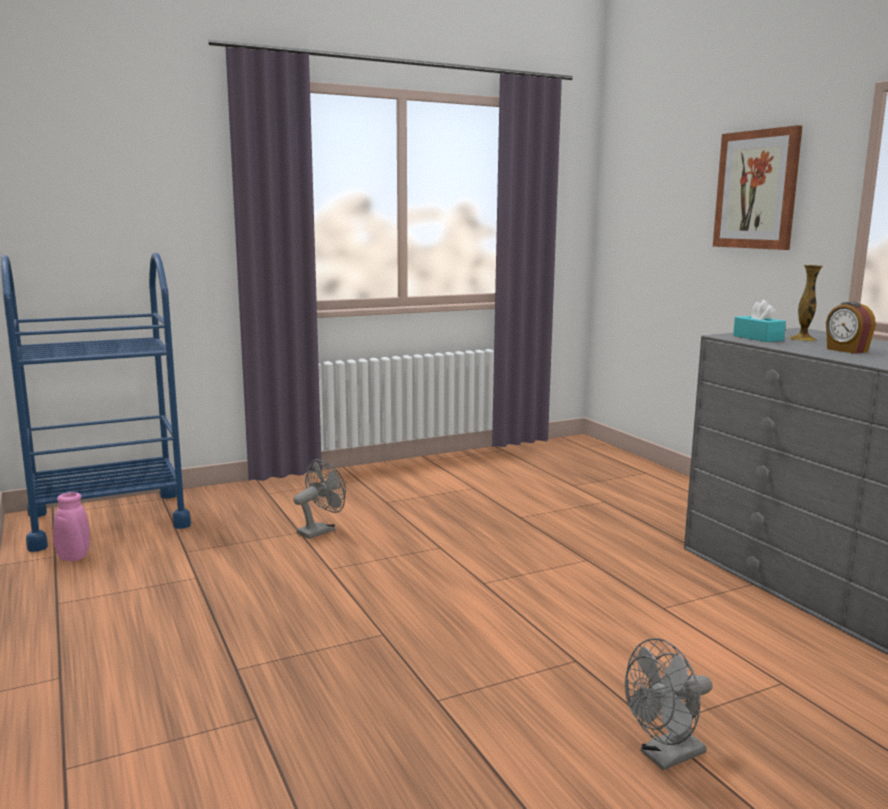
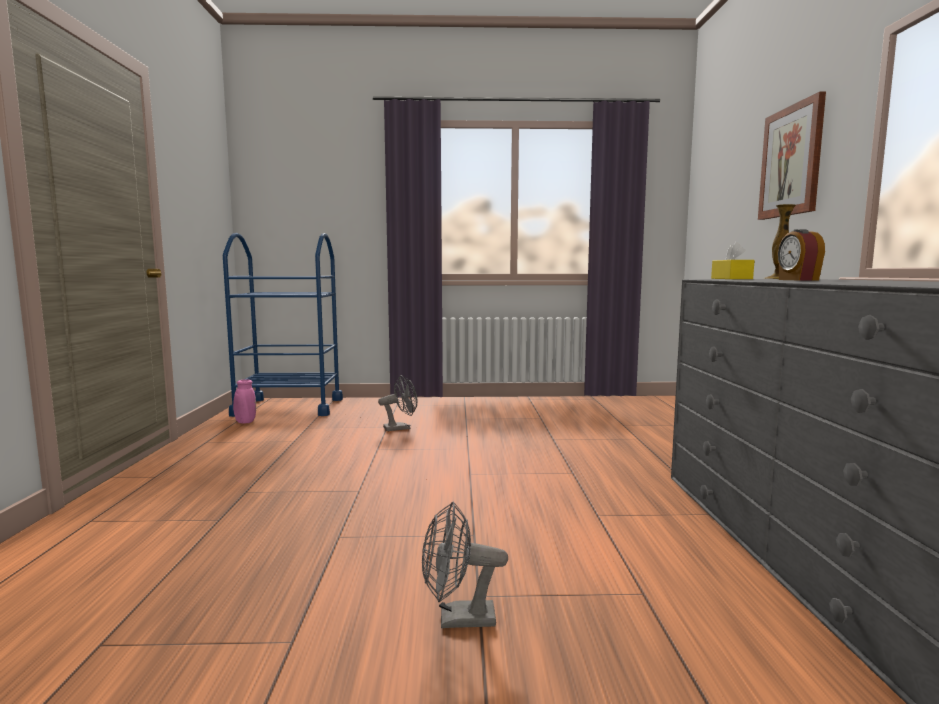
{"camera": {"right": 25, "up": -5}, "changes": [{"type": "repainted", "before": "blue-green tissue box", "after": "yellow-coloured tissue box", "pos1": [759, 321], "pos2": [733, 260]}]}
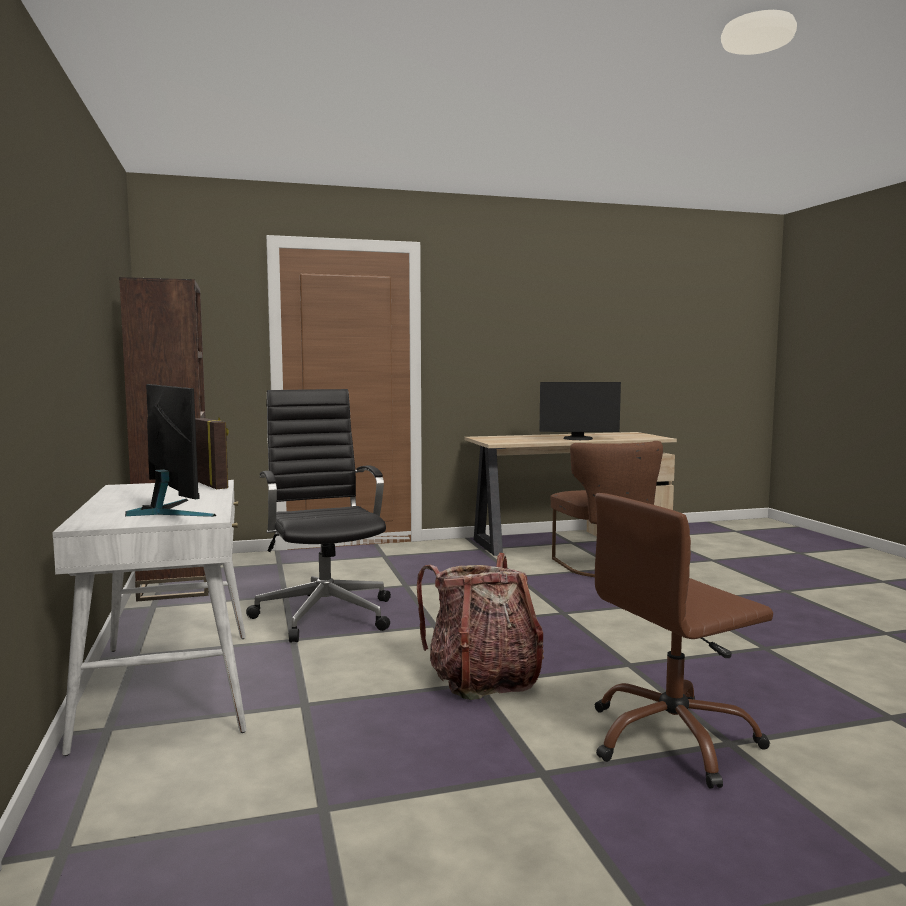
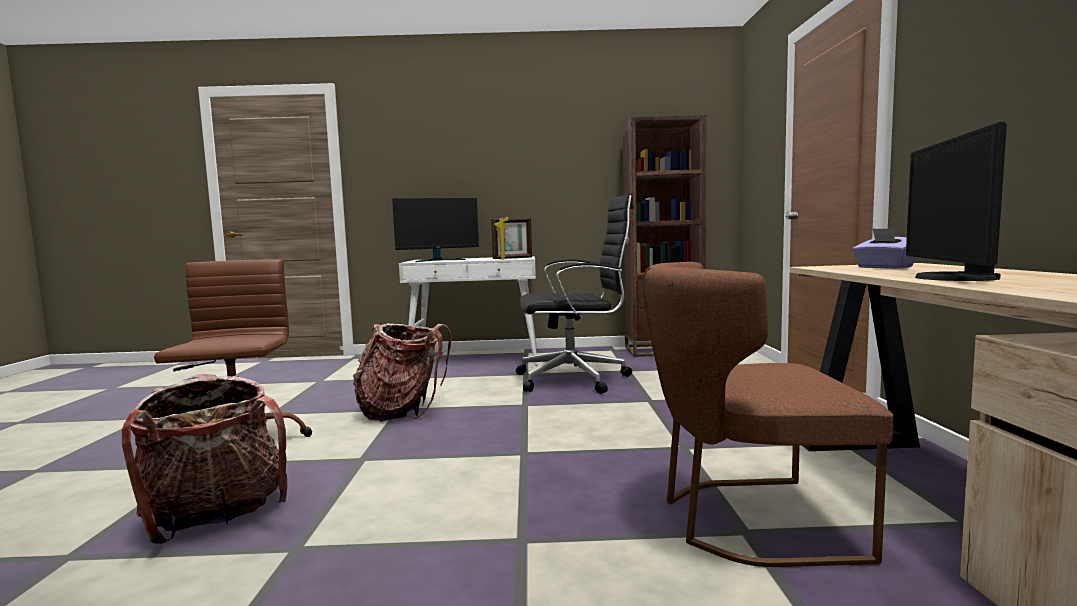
{"camera": {"right": 105, "up": 0}, "changes": [{"type": "new", "after": "purple-coloured tissue box", "pos2": [884, 248]}, {"type": "new", "after": "backpack", "pos2": [204, 459]}]}
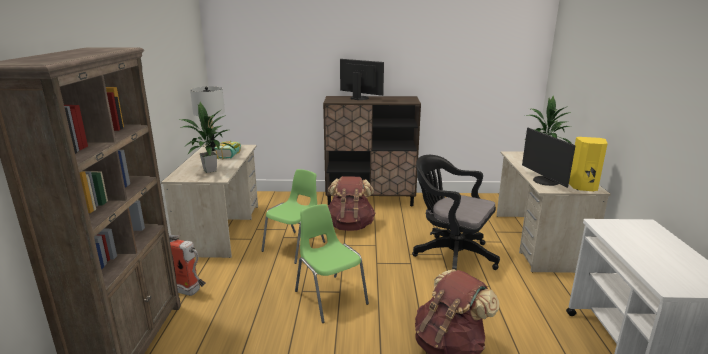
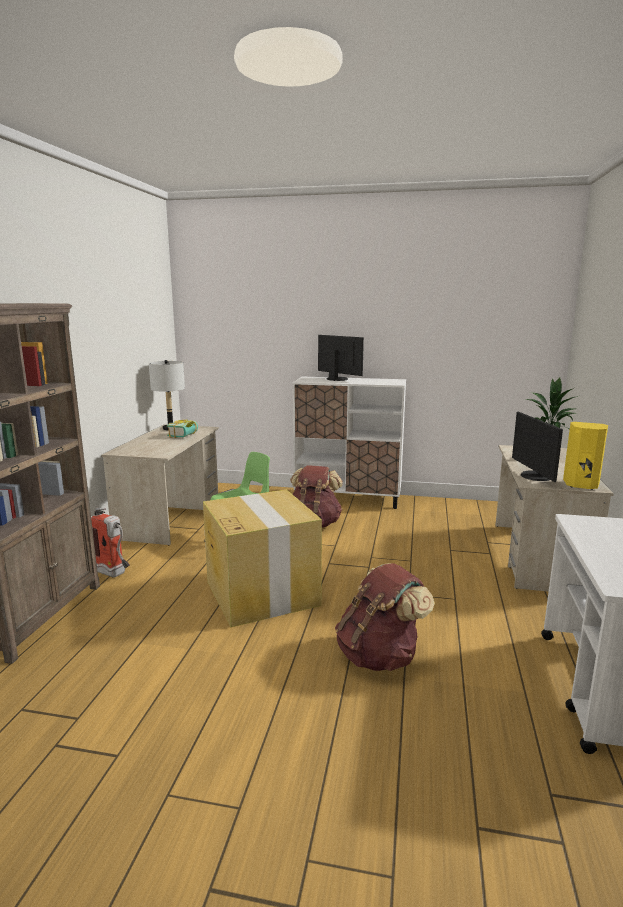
{"camera": {"right": 10, "up": -5}, "changes": [{"type": "repainted", "before": "brownish cupboard", "after": "white cupboard", "pos1": [372, 151], "pos2": [349, 443]}, {"type": "gone", "before": "houseplant", "pos1": [206, 137]}, {"type": "gone", "before": "blackish desk chair", "pos1": [456, 212]}, {"type": "swapped", "before": "green-coloured chair", "after": "packing box", "pos1": [332, 263], "pos2": [262, 558]}]}
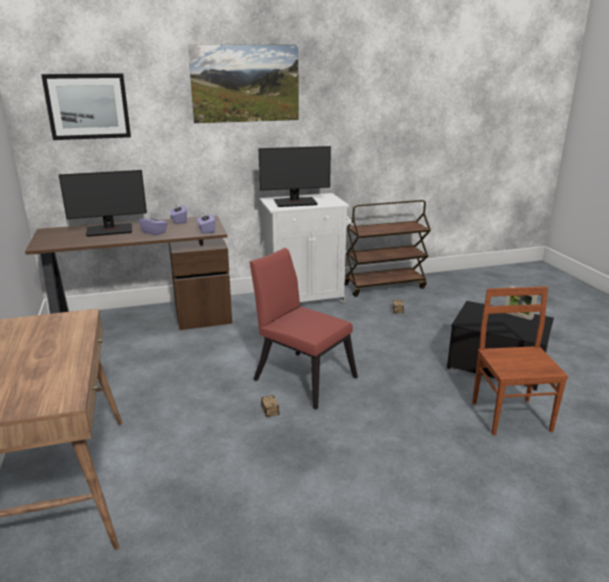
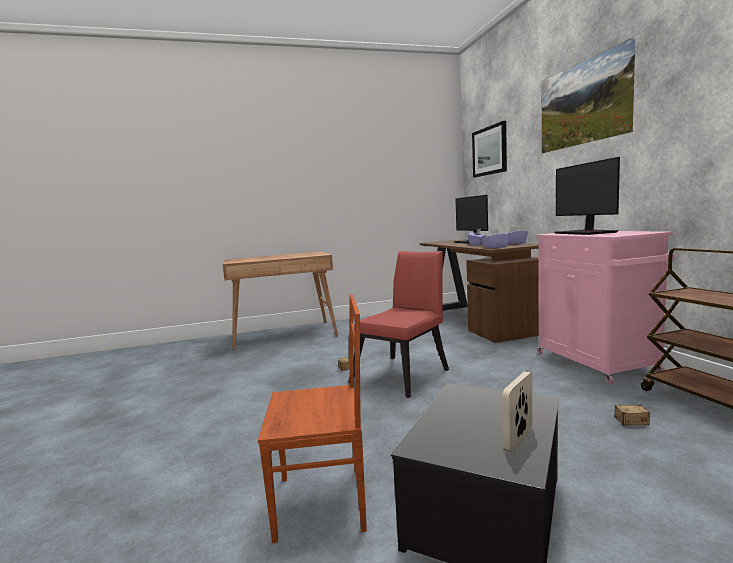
{"camera": {"right": 90, "up": -15}, "changes": [{"type": "repainted", "before": "white cupboard", "after": "pink-coloured cupboard", "pos1": [305, 248], "pos2": [605, 307]}]}
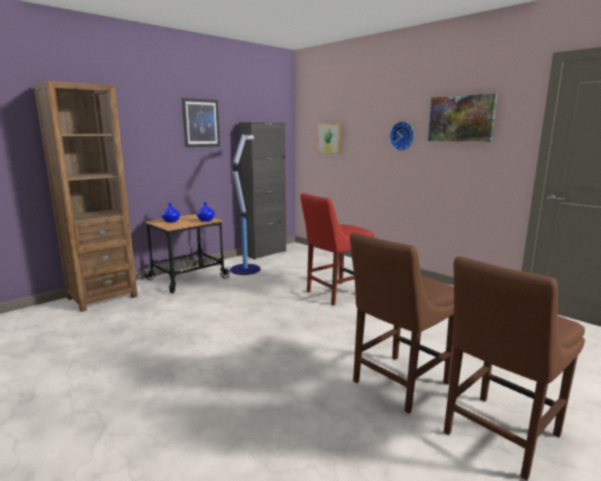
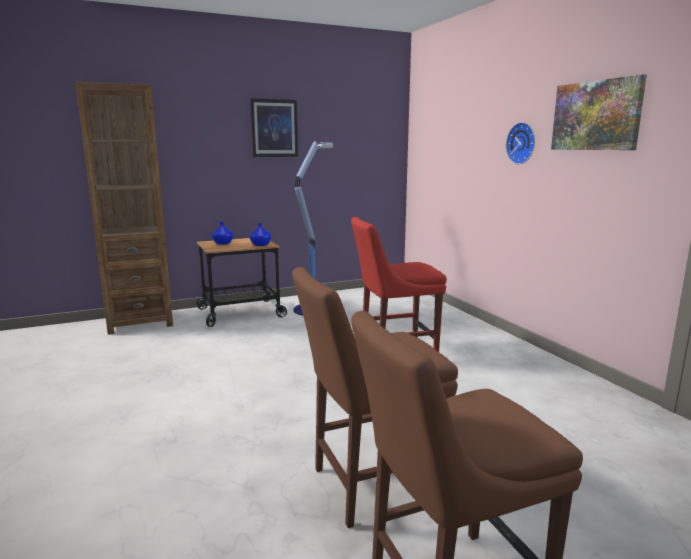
{"camera": {"right": 20, "up": 0}, "changes": [{"type": "gone", "before": "blackish cupboard", "pos1": [262, 190]}, {"type": "gone", "before": "picture", "pos1": [330, 139]}]}
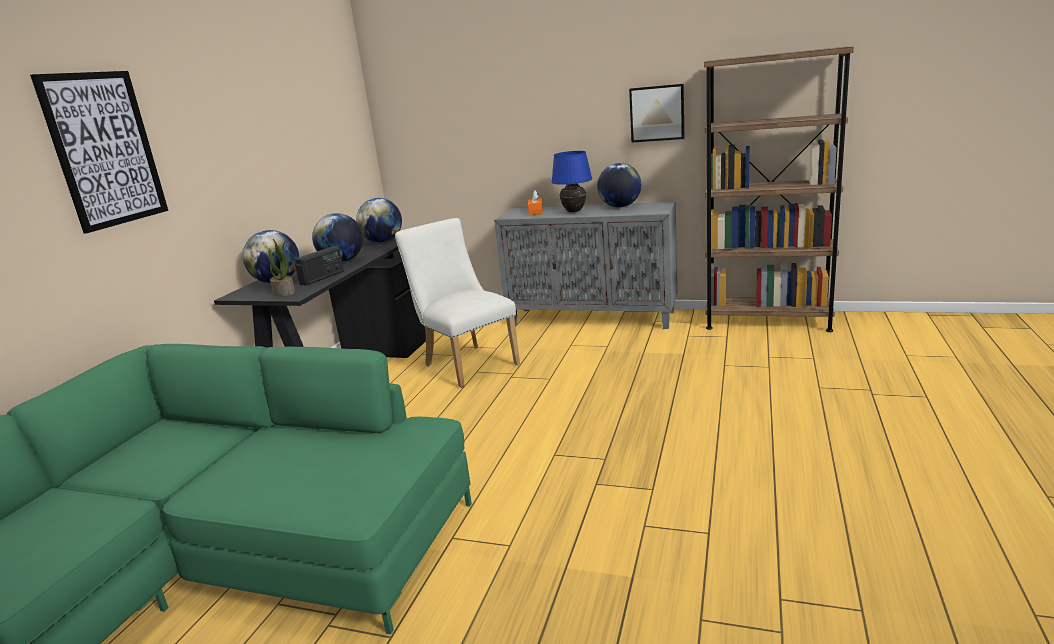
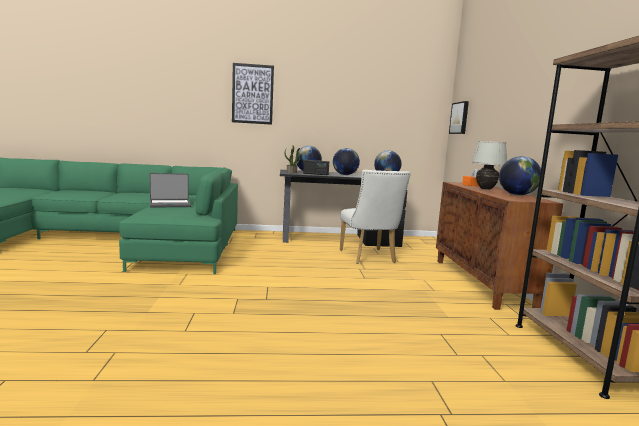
{"camera": {"right": 65, "up": -10}, "changes": [{"type": "shifted", "before": "picture", "pos1": [656, 113], "pos2": [459, 117]}, {"type": "repainted", "before": "blue lamp for a table", "after": "white lamp for a table", "pos1": [571, 181], "pos2": [489, 165]}, {"type": "repainted", "before": "gray cupboard", "after": "brownish cupboard", "pos1": [585, 265], "pos2": [499, 246]}, {"type": "rotated", "before": "white chair", "pos1": [457, 303], "pos2": [375, 217], "turn": 135}, {"type": "new", "after": "notebook computer", "pos2": [170, 190]}]}
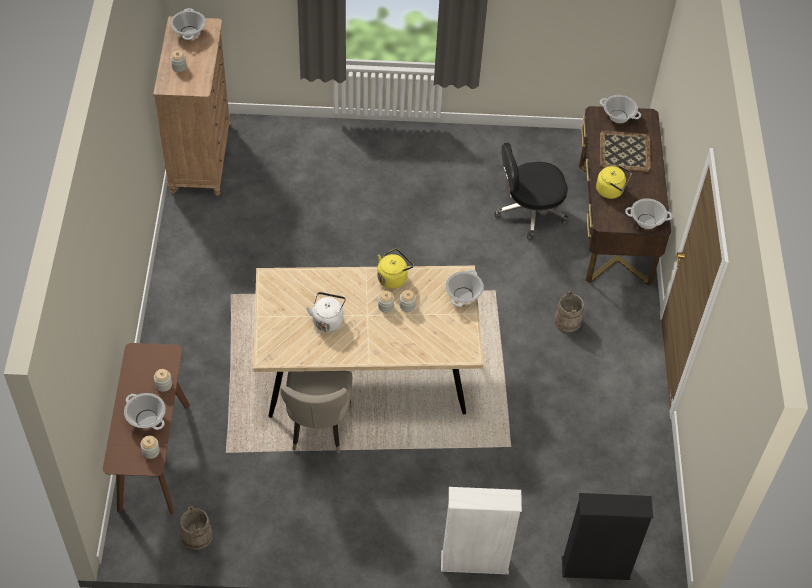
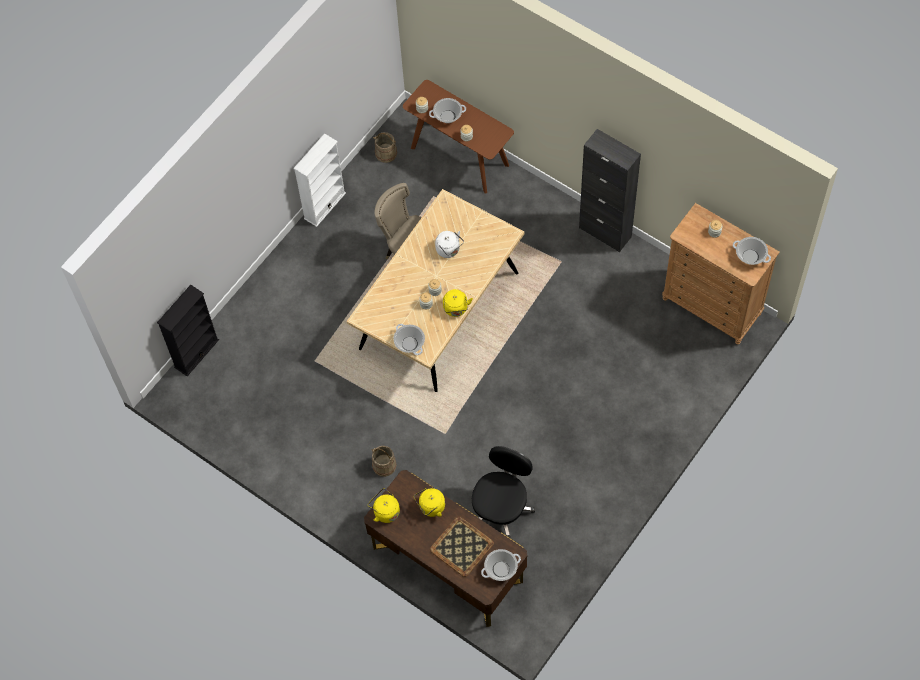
{"camera": {"right": 130, "up": 10}, "changes": [{"type": "swapped", "before": "saucepot", "after": "yellow-coloured water kettle", "pos1": [648, 213], "pos2": [384, 505]}, {"type": "shifted", "before": "white shelving unit", "pos1": [481, 530], "pos2": [320, 180]}, {"type": "new", "after": "blackish cupboard", "pos2": [610, 190]}]}
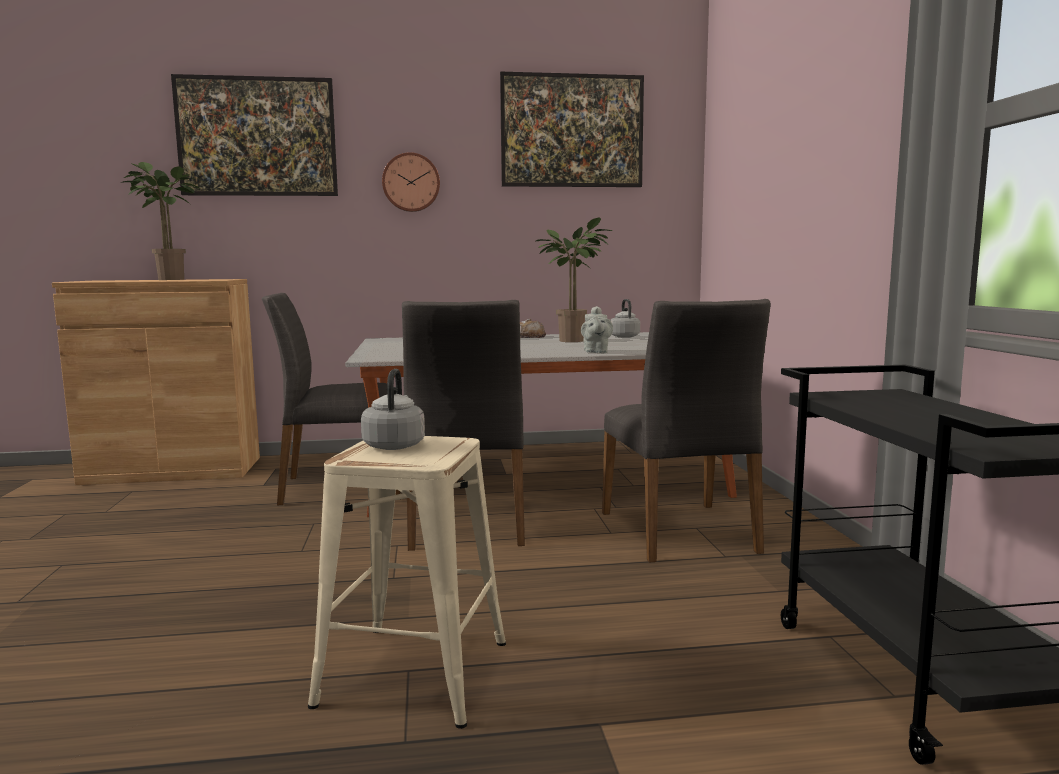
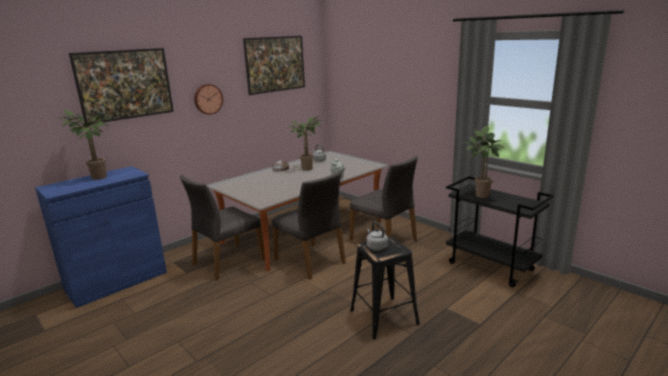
{"camera": {"right": -35, "up": 10}, "changes": [{"type": "repainted", "before": "brownish cupboard", "after": "blue cupboard", "pos1": [156, 382], "pos2": [101, 237]}, {"type": "repainted", "before": "beige stool seat", "after": "blackish stool seat", "pos1": [407, 582], "pos2": [385, 288]}, {"type": "new", "after": "houseplant", "pos2": [484, 162]}]}
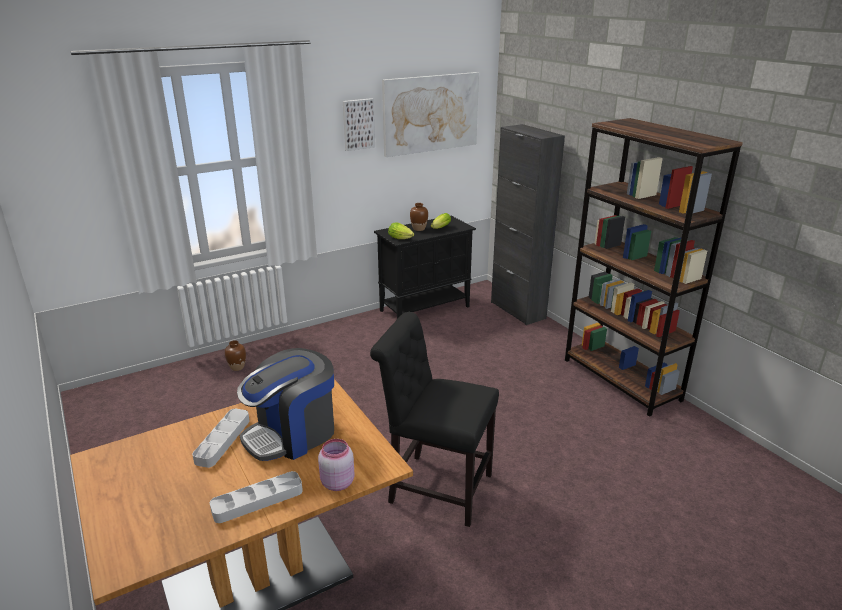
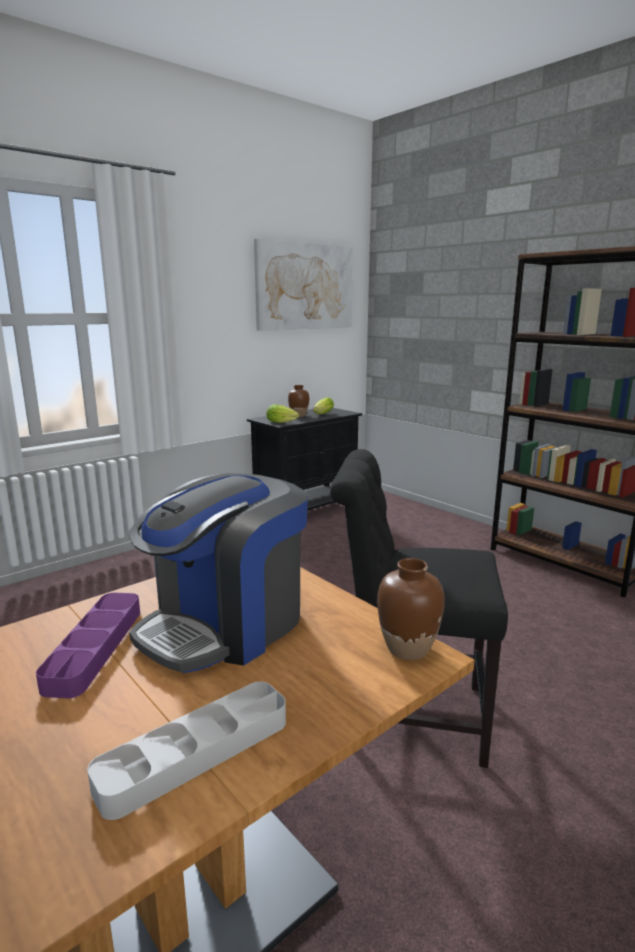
{"camera": {"right": -10, "up": -10}, "changes": [{"type": "gone", "before": "picture", "pos1": [359, 124]}, {"type": "gone", "before": "blackish cupboard", "pos1": [528, 224]}, {"type": "shifted", "before": "brownish flower vase", "pos1": [235, 355], "pos2": [411, 609]}, {"type": "repainted", "before": "gray carrying tray", "after": "purple-coloured carrying tray", "pos1": [221, 438], "pos2": [88, 645]}, {"type": "gone", "before": "pink-coloured preserve jar", "pos1": [336, 465]}]}
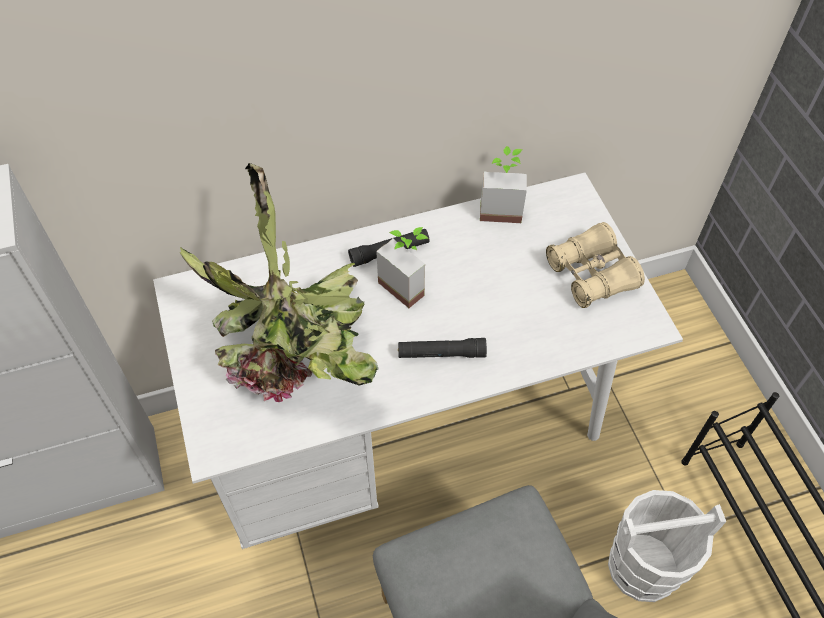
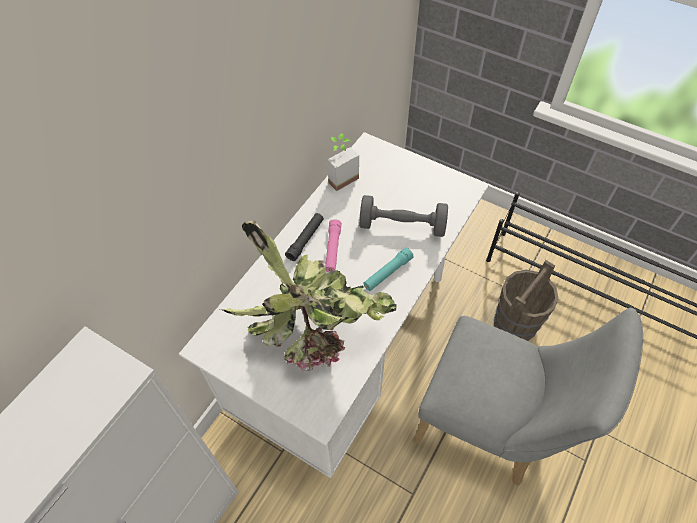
{"camera": {"right": -40, "up": 0}, "changes": [{"type": "gone", "before": "beige field glasses", "pos1": [595, 265]}, {"type": "swapped", "before": "houseplant", "after": "pink-coloured flashlight", "pos1": [402, 267], "pos2": [334, 245]}, {"type": "repainted", "before": "blackish flashlight", "after": "blue-green flashlight", "pos1": [442, 348], "pos2": [388, 269]}, {"type": "repainted", "before": "white pail", "after": "brownish pail", "pos1": [667, 546], "pos2": [526, 300]}, {"type": "new", "after": "gray free weight", "pos2": [403, 216]}]}
